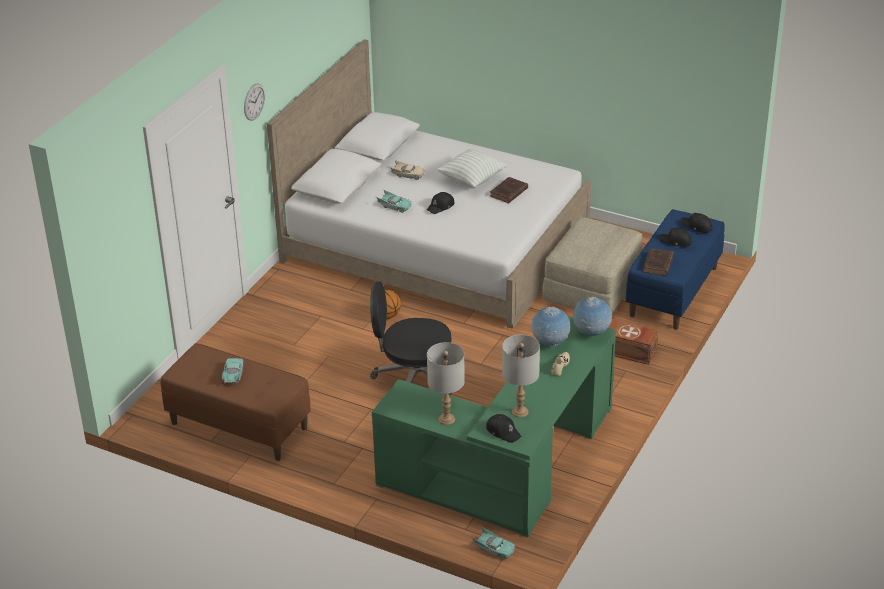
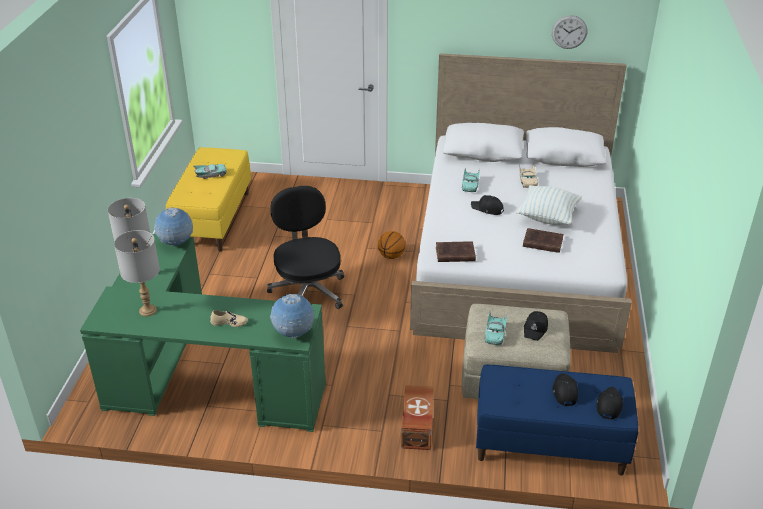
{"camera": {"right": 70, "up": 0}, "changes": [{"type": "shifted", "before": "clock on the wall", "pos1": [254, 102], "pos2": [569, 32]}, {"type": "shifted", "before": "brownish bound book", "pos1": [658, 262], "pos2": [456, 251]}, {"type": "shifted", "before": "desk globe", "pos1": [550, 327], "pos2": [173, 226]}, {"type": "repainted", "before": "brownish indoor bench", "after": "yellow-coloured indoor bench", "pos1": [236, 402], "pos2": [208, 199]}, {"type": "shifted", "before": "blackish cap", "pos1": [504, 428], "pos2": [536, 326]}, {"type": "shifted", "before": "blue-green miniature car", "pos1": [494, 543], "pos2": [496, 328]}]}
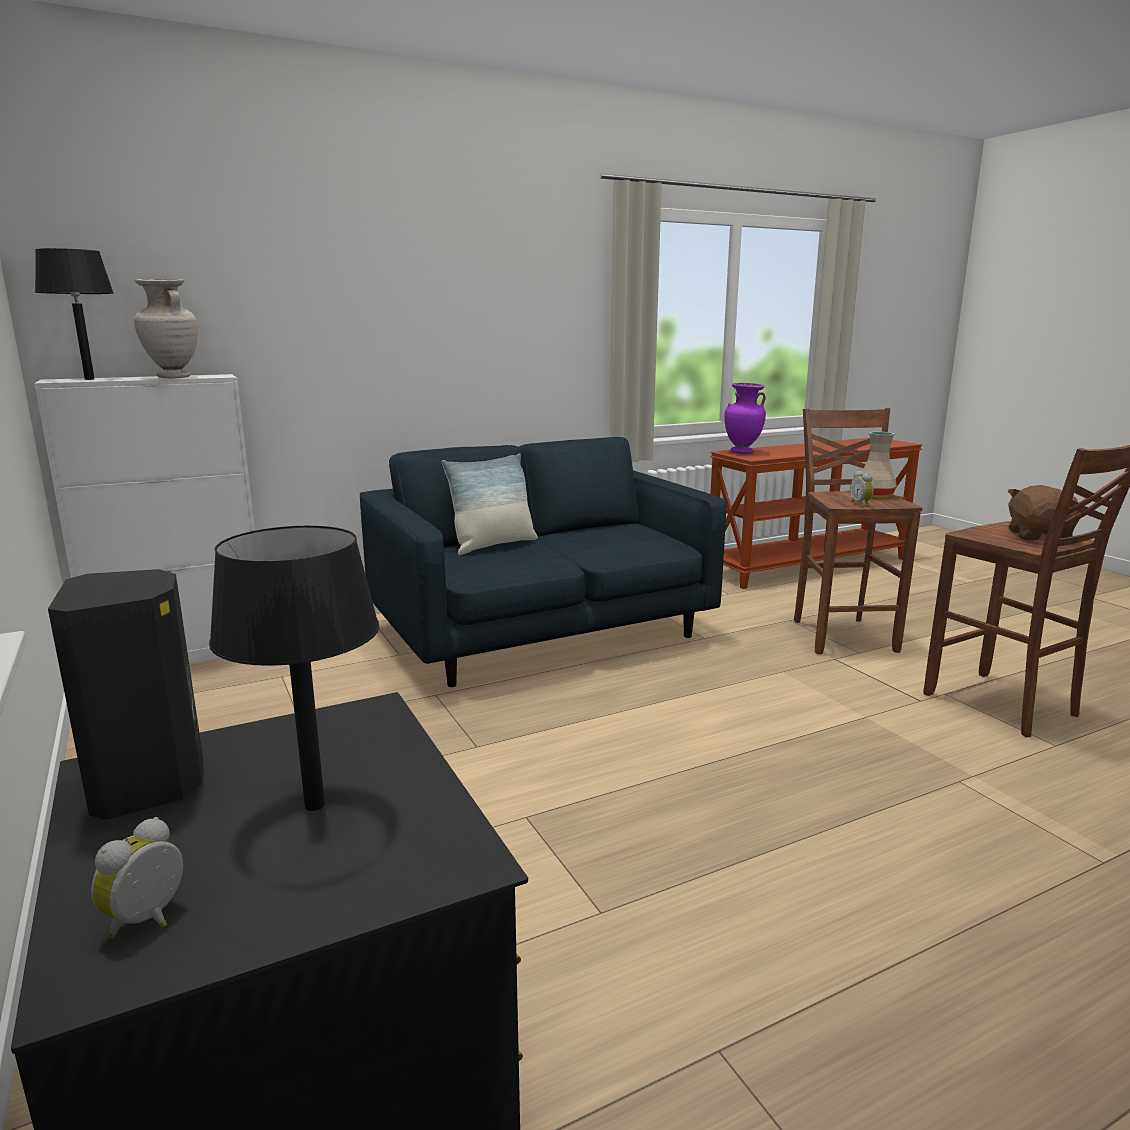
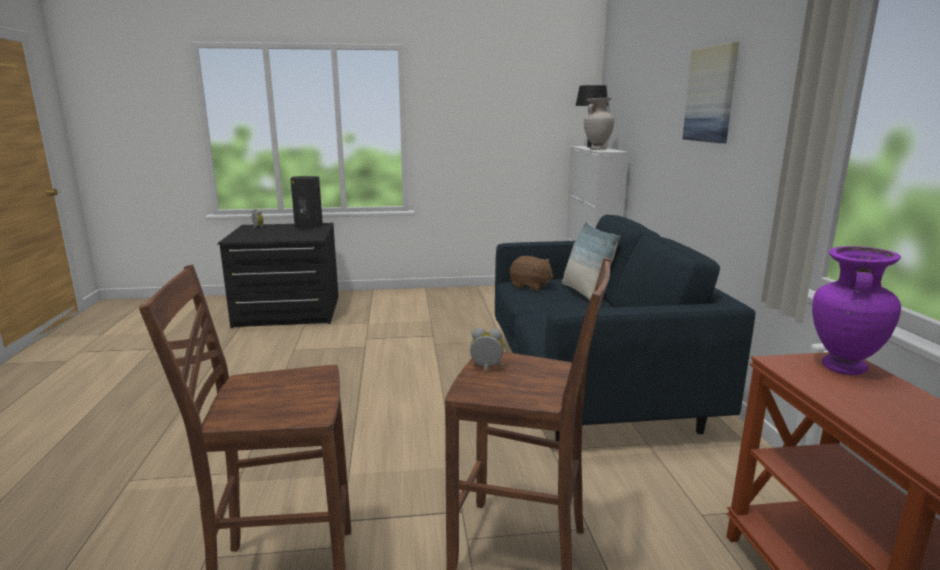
{"camera": {"right": 110, "up": 0}, "changes": [{"type": "gone", "before": "beige flower vase", "pos1": [879, 465]}, {"type": "shifted", "before": "brownish plush toy", "pos1": [1043, 513], "pos2": [532, 273]}, {"type": "gone", "before": "blackish lamp for a table", "pos1": [294, 668]}, {"type": "new", "after": "picture", "pos2": [710, 92]}]}
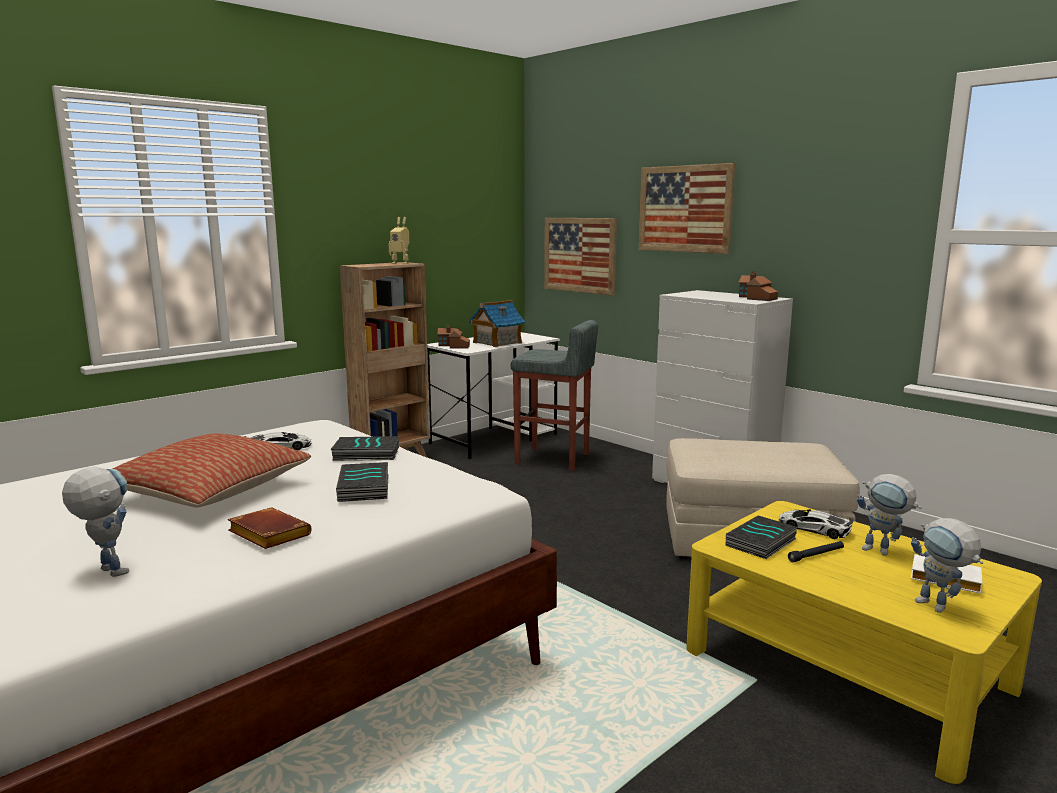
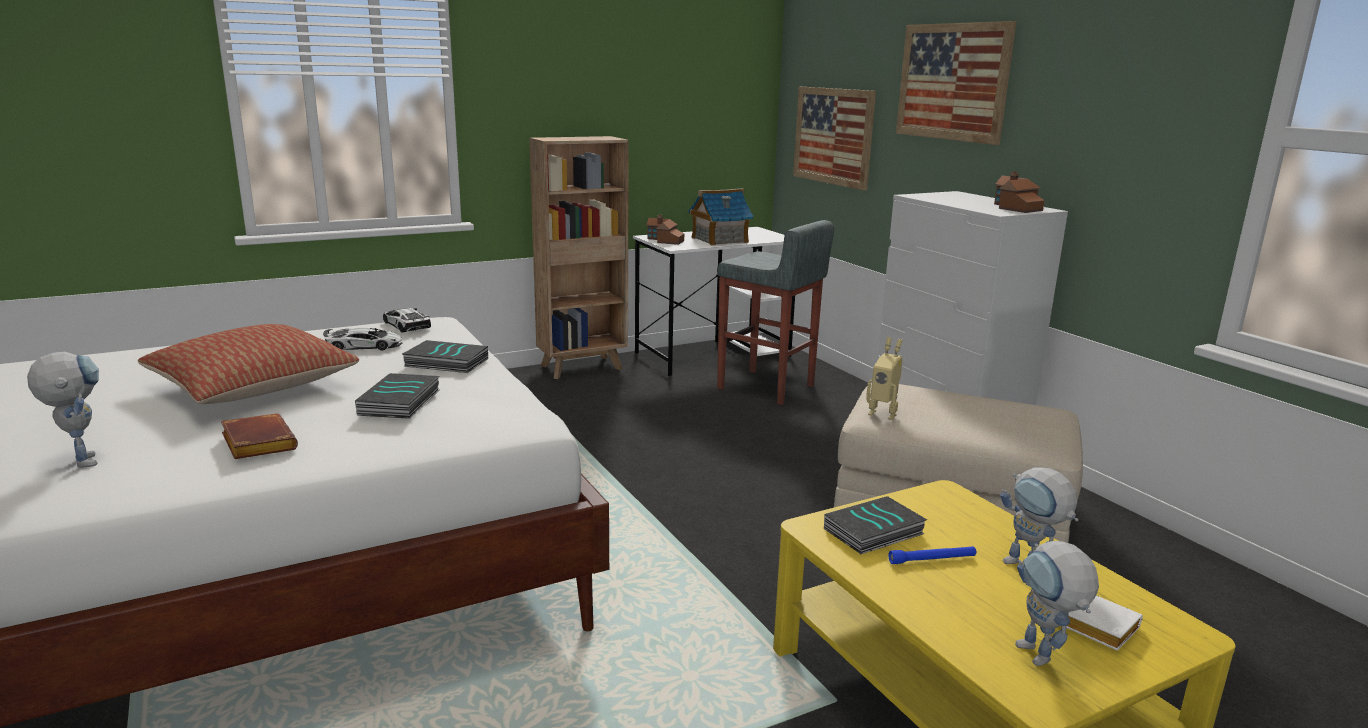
{"camera": {"right": 15, "up": 5}, "changes": [{"type": "shifted", "before": "robot figure", "pos1": [398, 240], "pos2": [884, 378]}, {"type": "shifted", "before": "miniature car", "pos1": [816, 524], "pos2": [407, 320]}, {"type": "repainted", "before": "blackish flashlight", "after": "blue flashlight", "pos1": [816, 551], "pos2": [932, 555]}]}
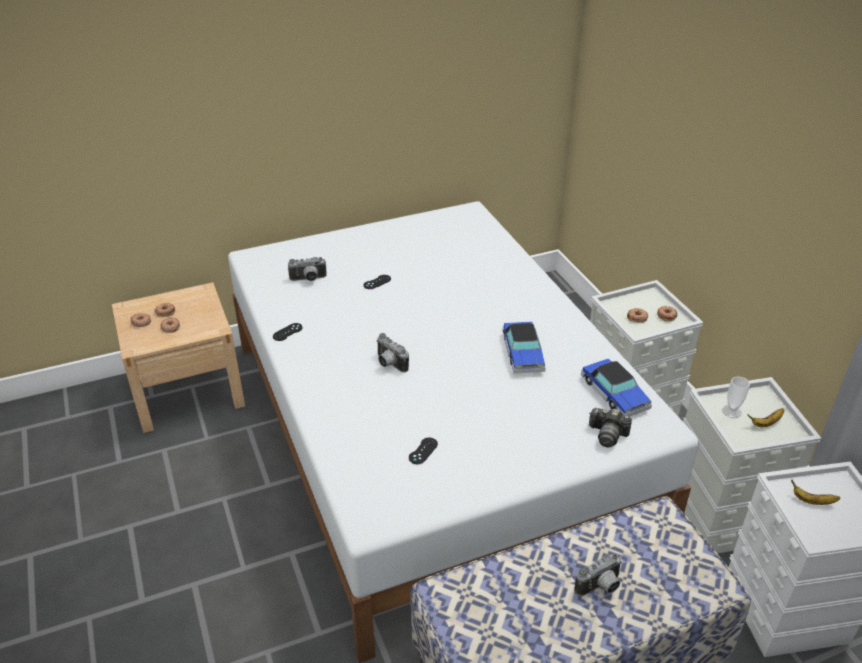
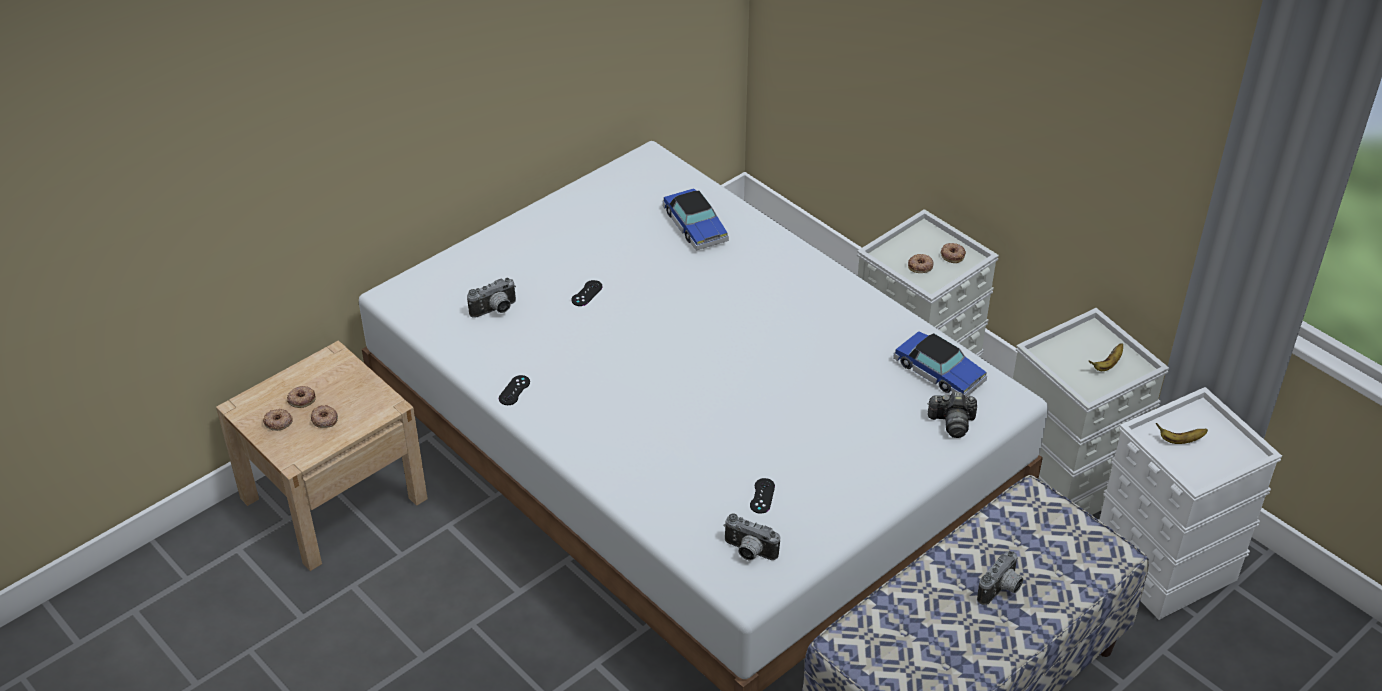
{"camera": {"right": -20, "up": 5}, "changes": [{"type": "shifted", "before": "miniature car", "pos1": [524, 347], "pos2": [696, 219]}, {"type": "shifted", "before": "photo camera", "pos1": [392, 352], "pos2": [751, 537]}, {"type": "gone", "before": "small cup", "pos1": [736, 397]}]}
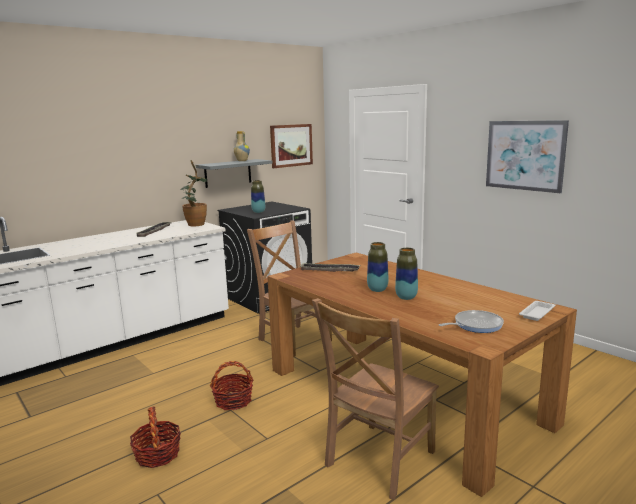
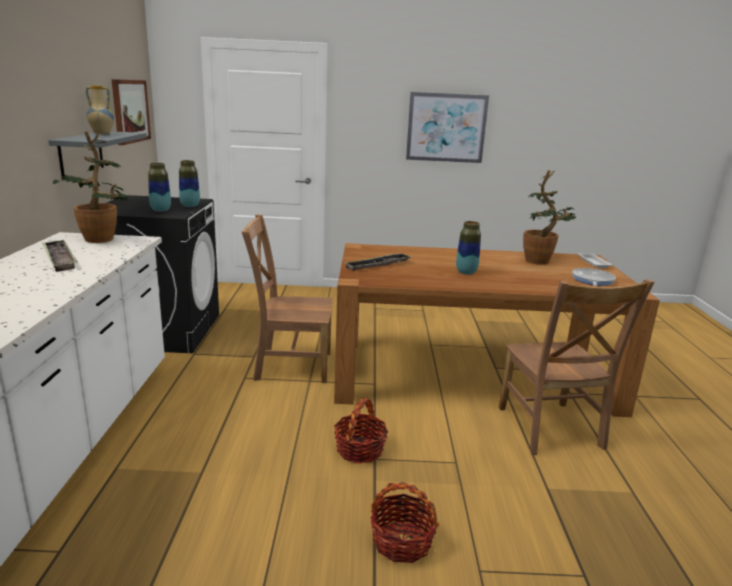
{"camera": {"right": -50, "up": 5}, "changes": [{"type": "shifted", "before": "flower vase", "pos1": [406, 274], "pos2": [189, 183]}, {"type": "new", "after": "houseplant", "pos2": [549, 217]}]}
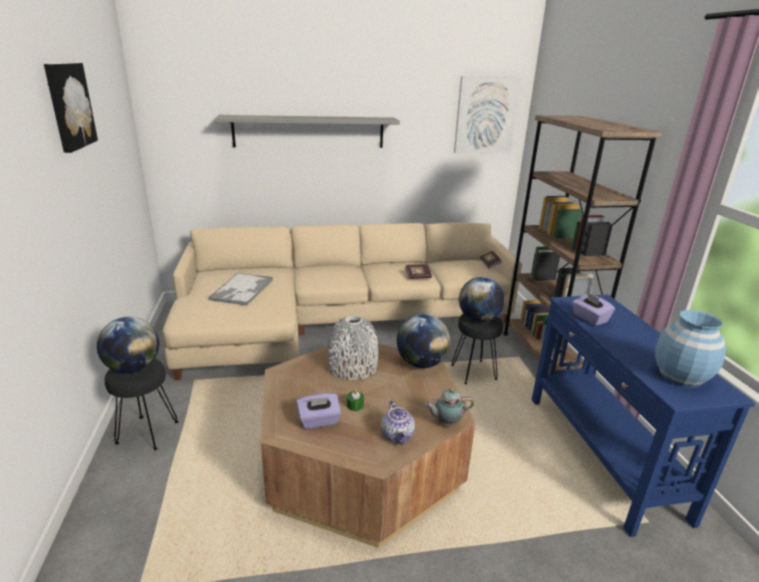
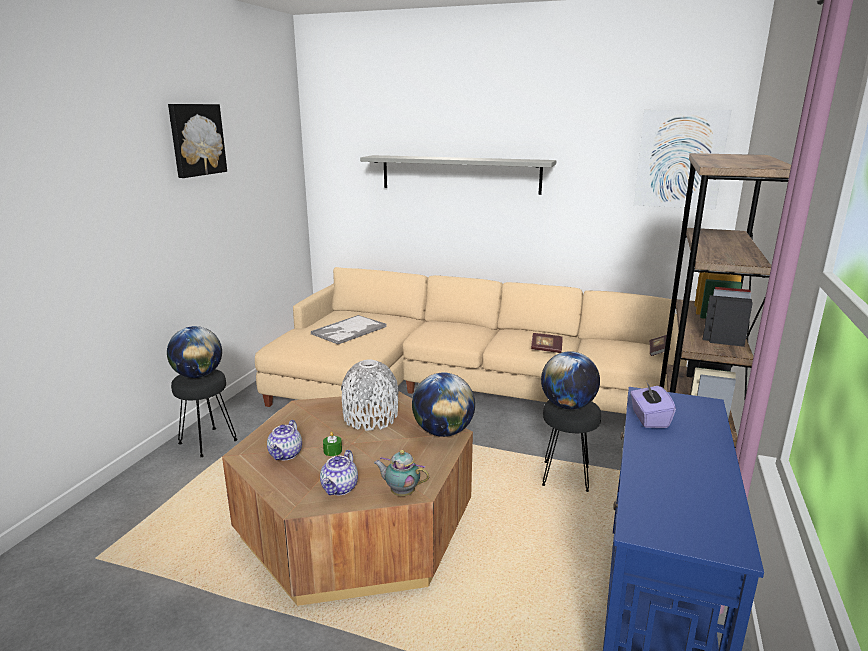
{"camera": {"right": 30, "up": -5}, "changes": [{"type": "gone", "before": "blue flower vase", "pos1": [690, 349]}, {"type": "swapped", "before": "purple-coloured tissue box", "after": "tea pot", "pos1": [319, 411], "pos2": [284, 440]}]}
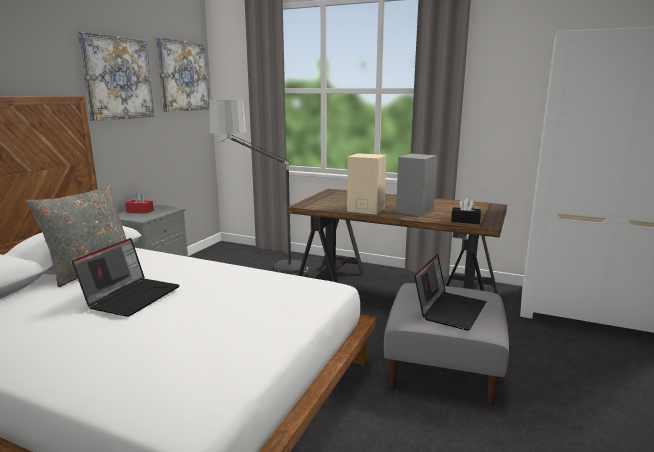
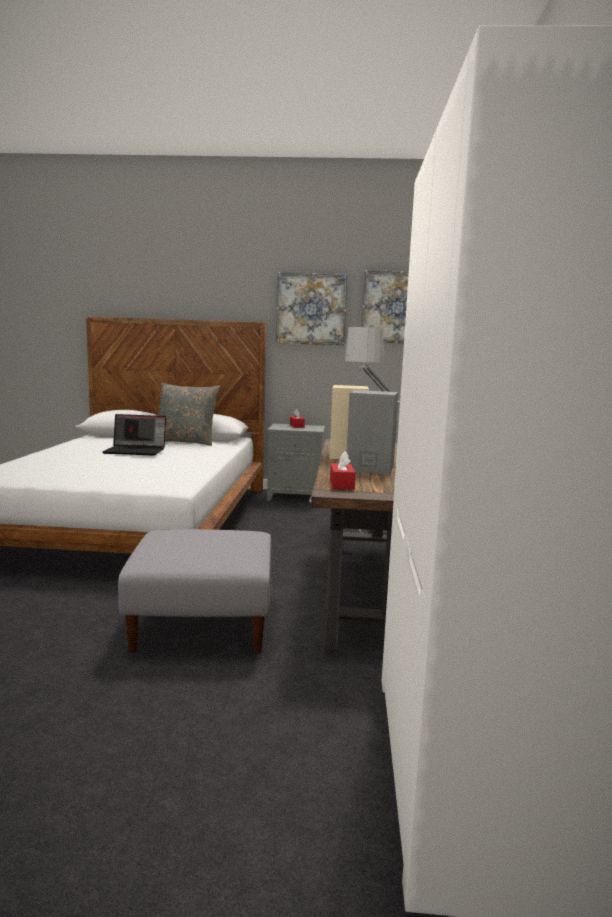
{"camera": {"right": 70, "up": -5}, "changes": [{"type": "repainted", "before": "blackish tissue box", "after": "red tissue box", "pos1": [466, 211], "pos2": [342, 471]}, {"type": "gone", "before": "notebook computer", "pos1": [450, 292]}]}
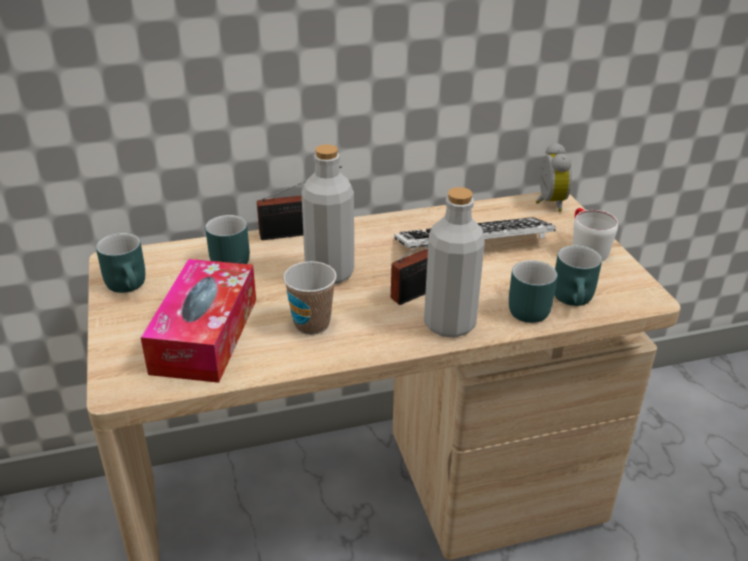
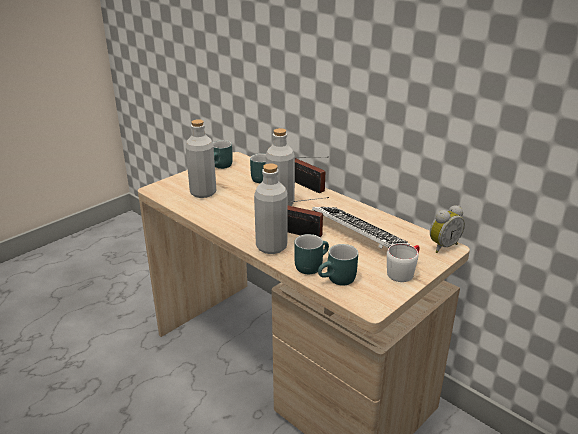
{"camera": {"right": 60, "up": -5}, "changes": [{"type": "swapped", "before": "tissue box", "after": "gray drink bottle", "pos1": [198, 321], "pos2": [201, 158]}, {"type": "gone", "before": "small cup", "pos1": [310, 298]}]}
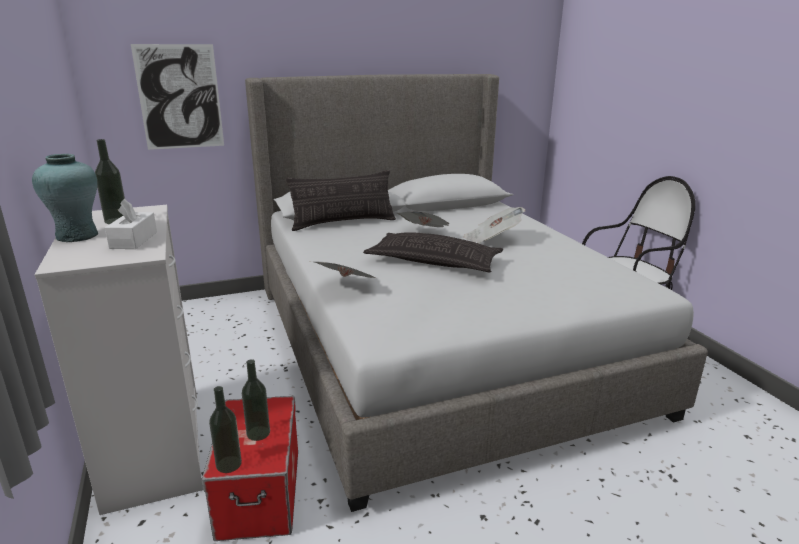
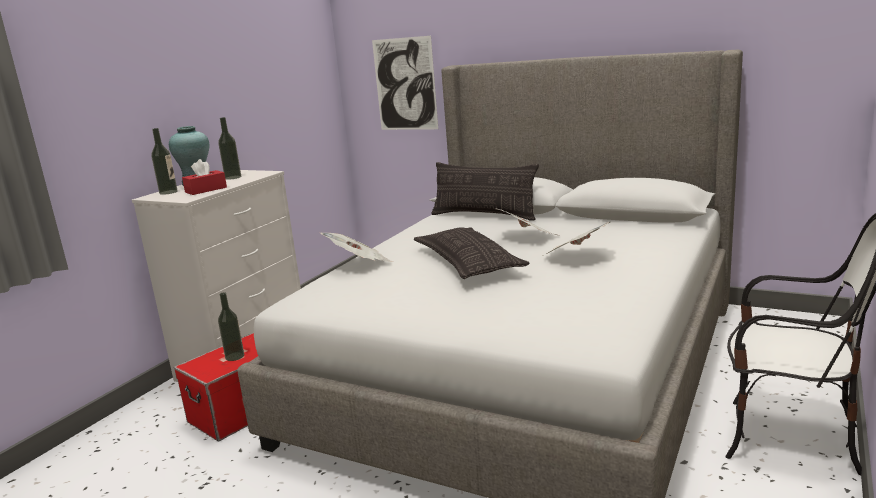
{"camera": {"right": 50, "up": -5}, "changes": [{"type": "repainted", "before": "white tissue box", "after": "red tissue box", "pos1": [131, 224], "pos2": [204, 177]}, {"type": "shifted", "before": "drink bottle", "pos1": [225, 429], "pos2": [164, 161]}]}
